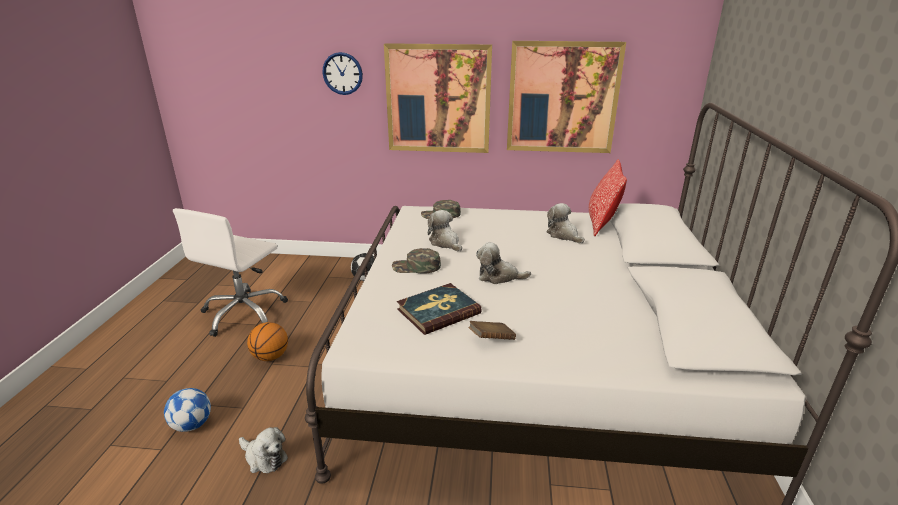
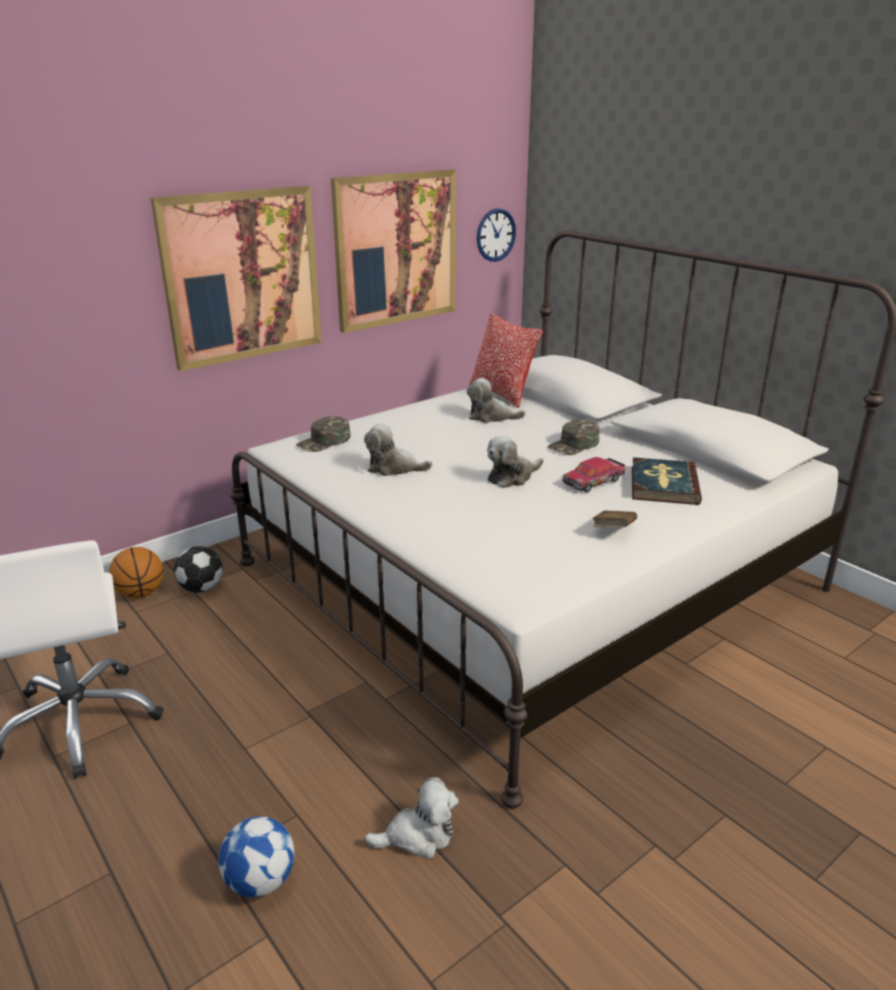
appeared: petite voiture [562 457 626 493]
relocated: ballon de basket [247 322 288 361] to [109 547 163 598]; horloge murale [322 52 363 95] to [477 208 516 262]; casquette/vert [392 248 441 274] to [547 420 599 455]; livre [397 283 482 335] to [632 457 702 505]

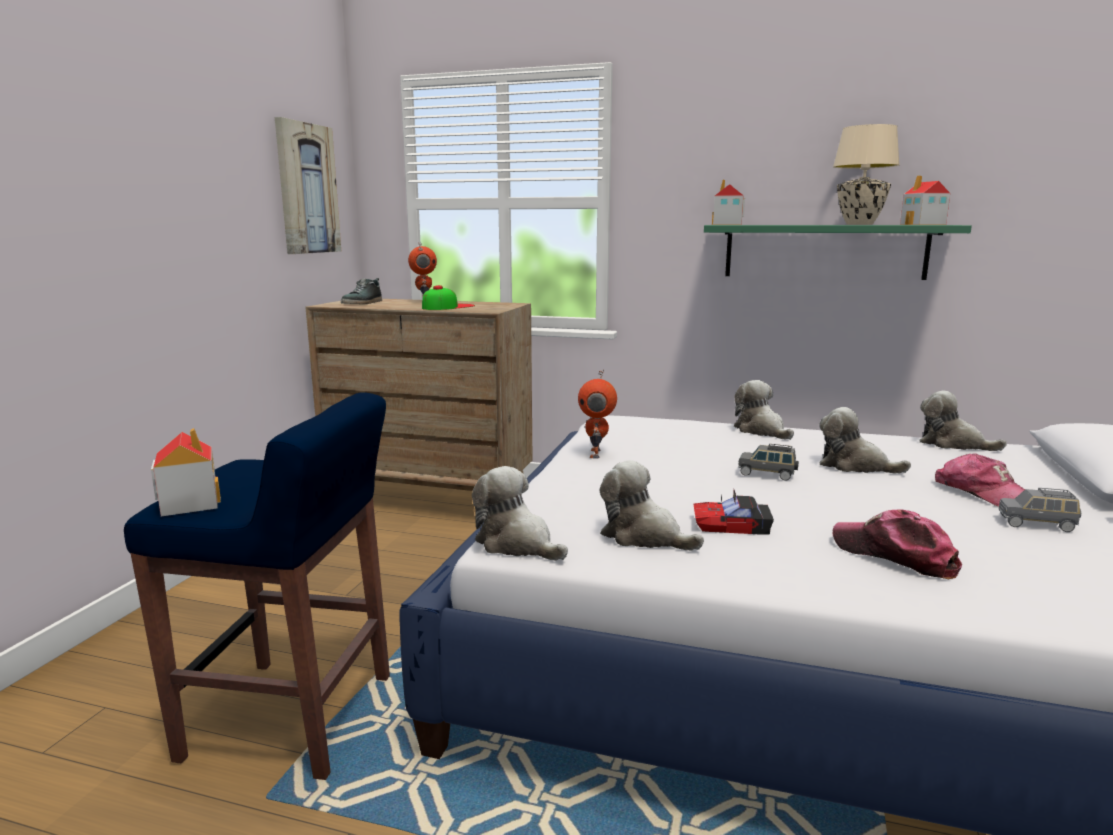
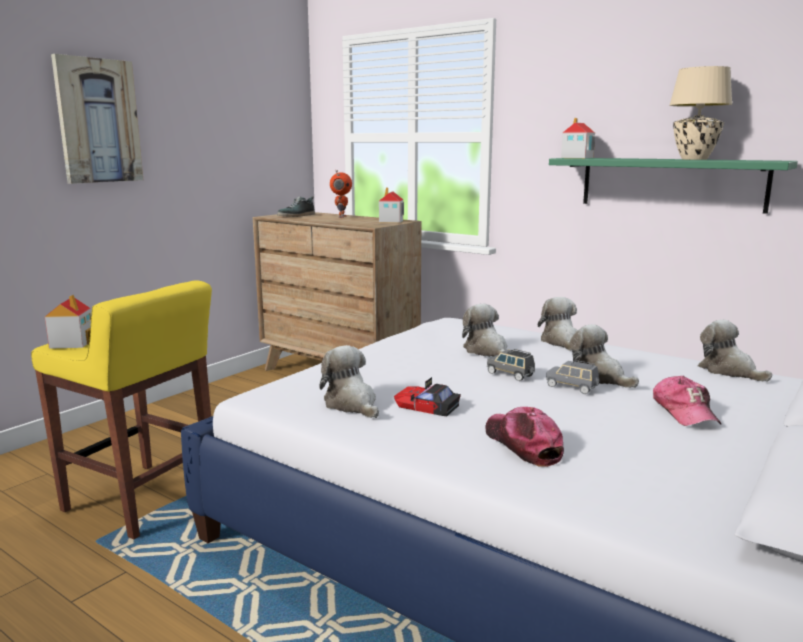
missing: casquette [422 285 475 310]; robot jouet [578 369 617 459]
relocated: tableau [275 117 341 254] to [51 54 143 184]; maison miniature [900 175 950 225] to [379 187 404 223]; peluche [472 466 568 561] to [462 304 507 357]; petite voiture/gris [998 488 1081 532] to [546 360 599 394]
colour: tabouret/bleu [124 392 390 780] to tabouret/jaune [31 280 212 539]

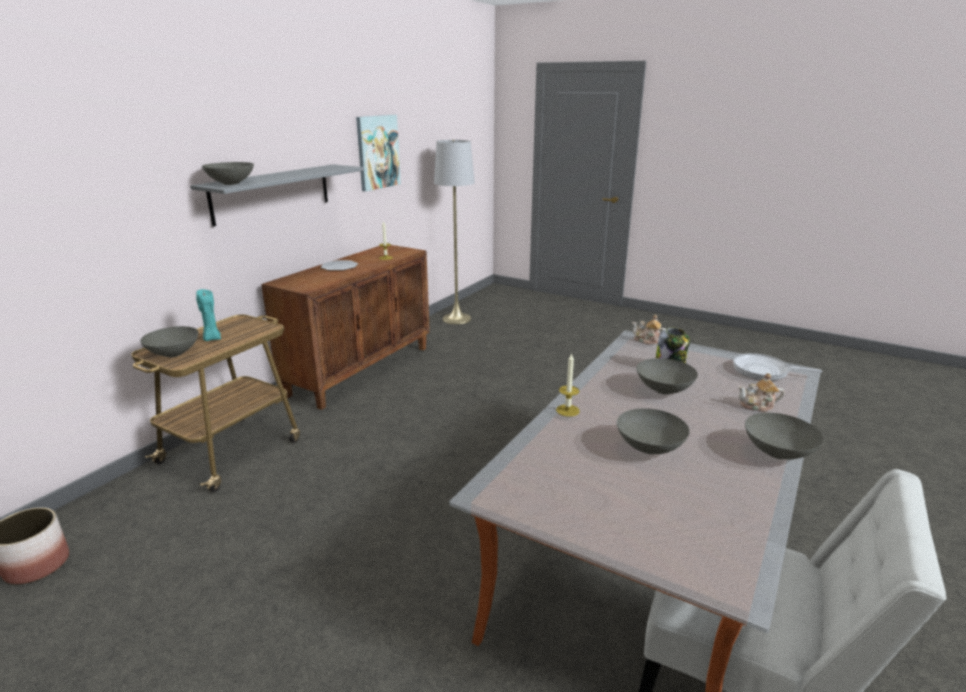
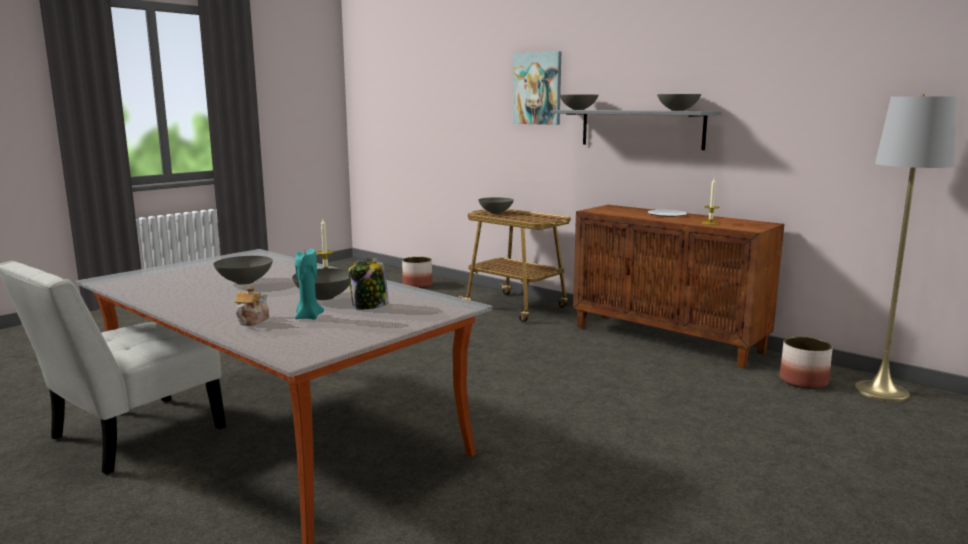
missing: théière [632 314 666 344]; poêle [733 353 822 381]
appeared: cache-pot [780 337 833 389]
relocated: bougie/turquoise [196 289 221 341] to [295 249 324 320]; tableau [356 115 401 191] to [513 51 561 125]; bol/gris [745 413 824 459] to [657 94 701 111]

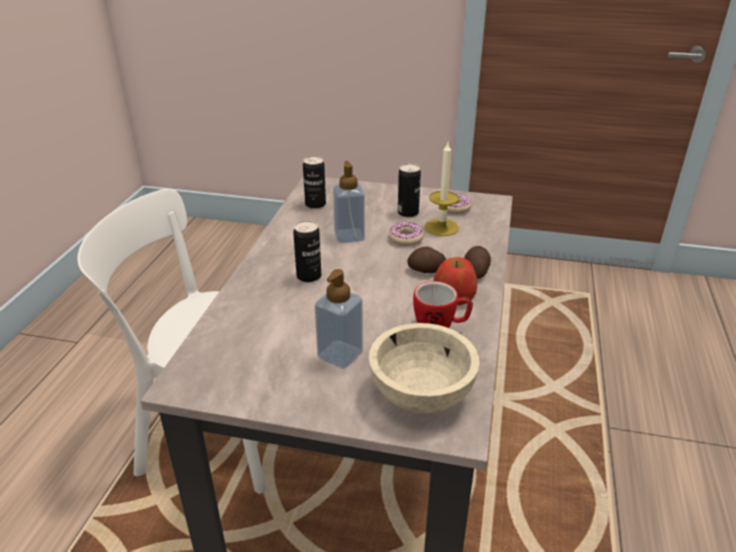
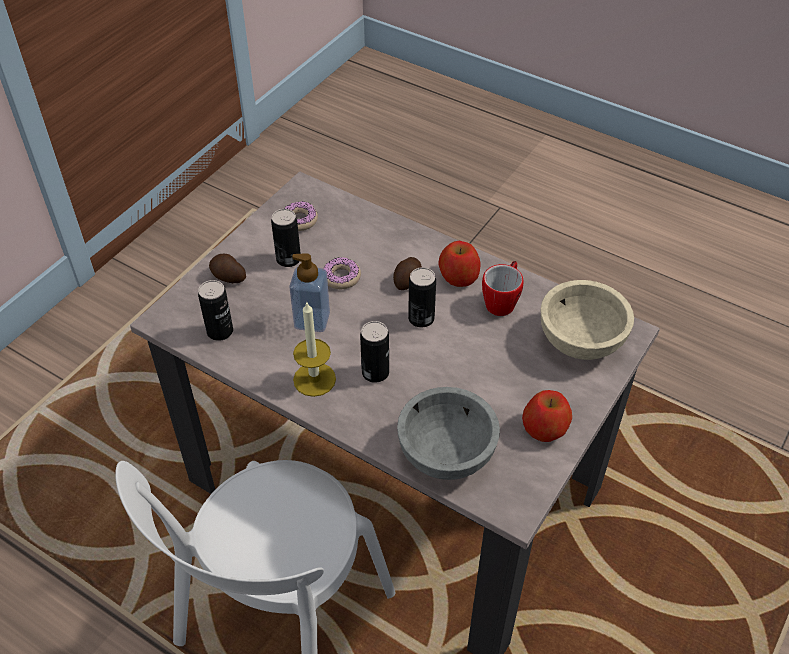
missing: distributeur de savon [315 269 363 369]
appeared: bol/gris [397 387 500 480]; boîte métallique [408 267 436 327]; pomme [522 390 572 442]
relocated: pomme de terre [464 246 491 279] to [209 254 246 283]; bougie [425 142 459 236] to [293 301 336 397]

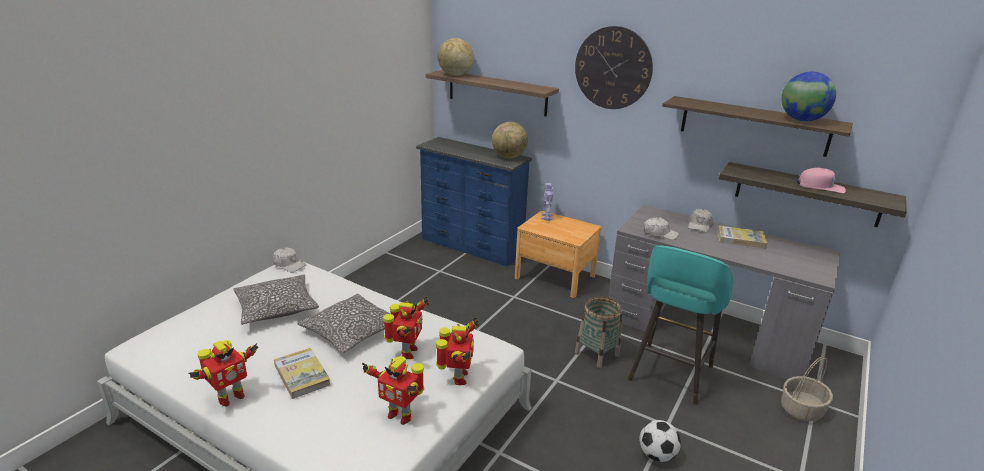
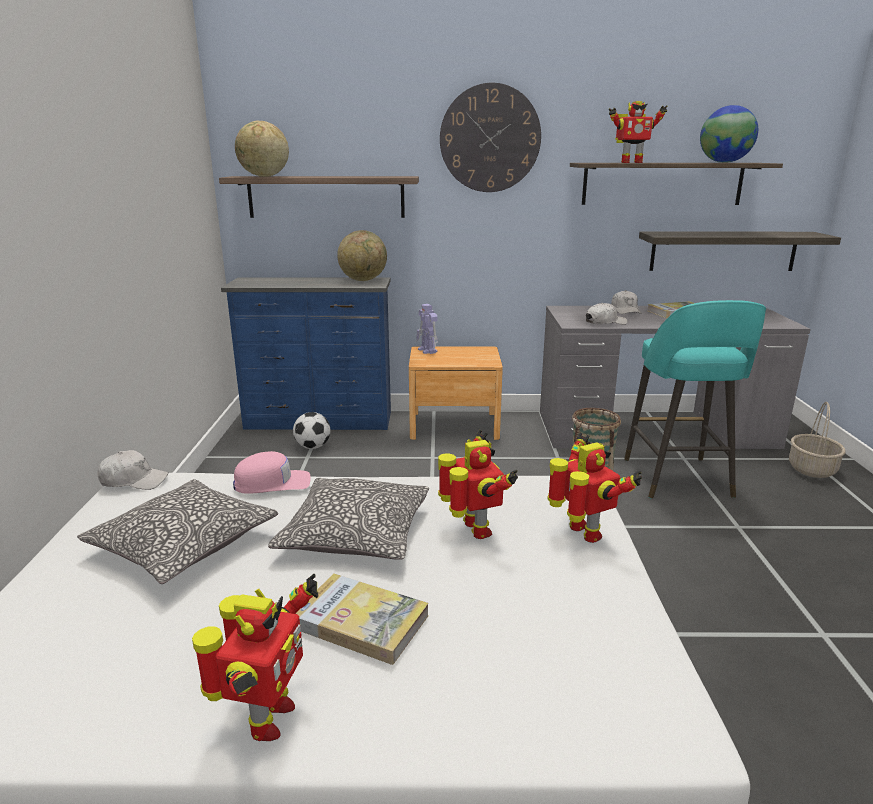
relocated: casquette/rose [797 168 846 193] to [233 451 310 494]; ballon de foot [639 420 681 462] to [293 412 331 449]; robot jouet [362 356 424 425] to [609 101 668 163]

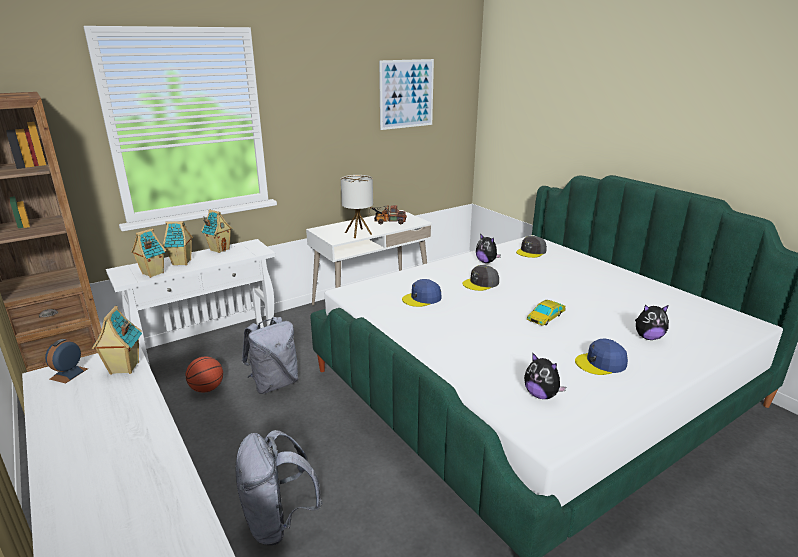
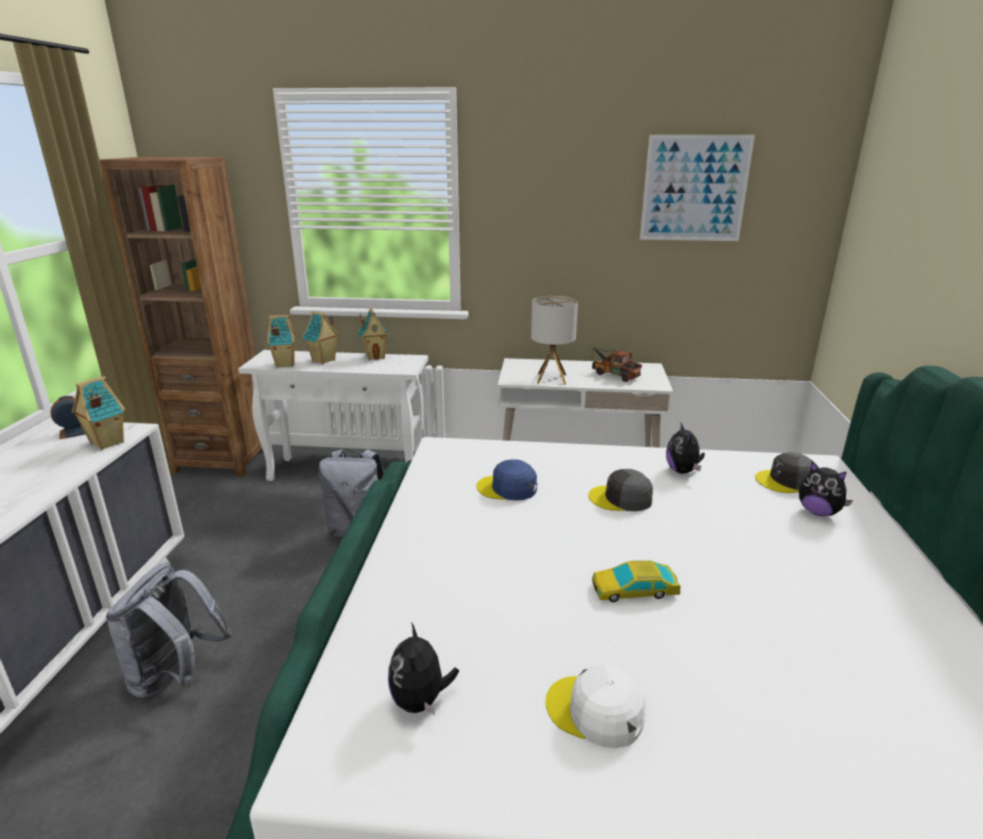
missing: ballon de basket [186 357 223 393]
relocated: peluche [635 305 669 340] to [799 462 853 516]
colour: casquette/bleu [575 339 628 375] to casquette/blanc [546 665 646 748]

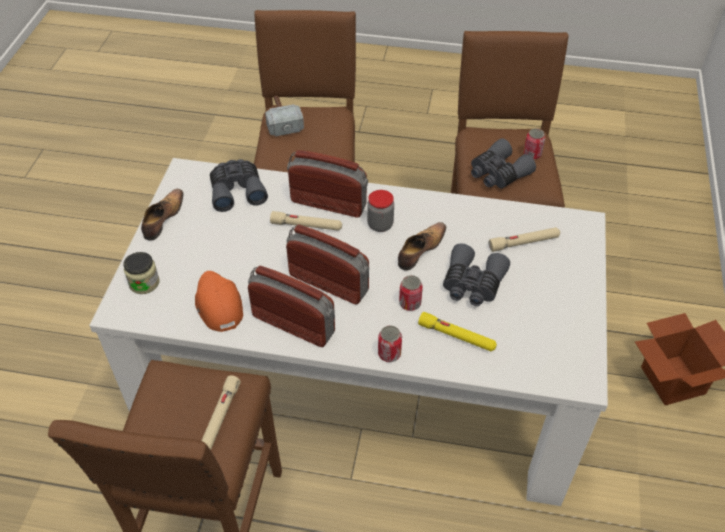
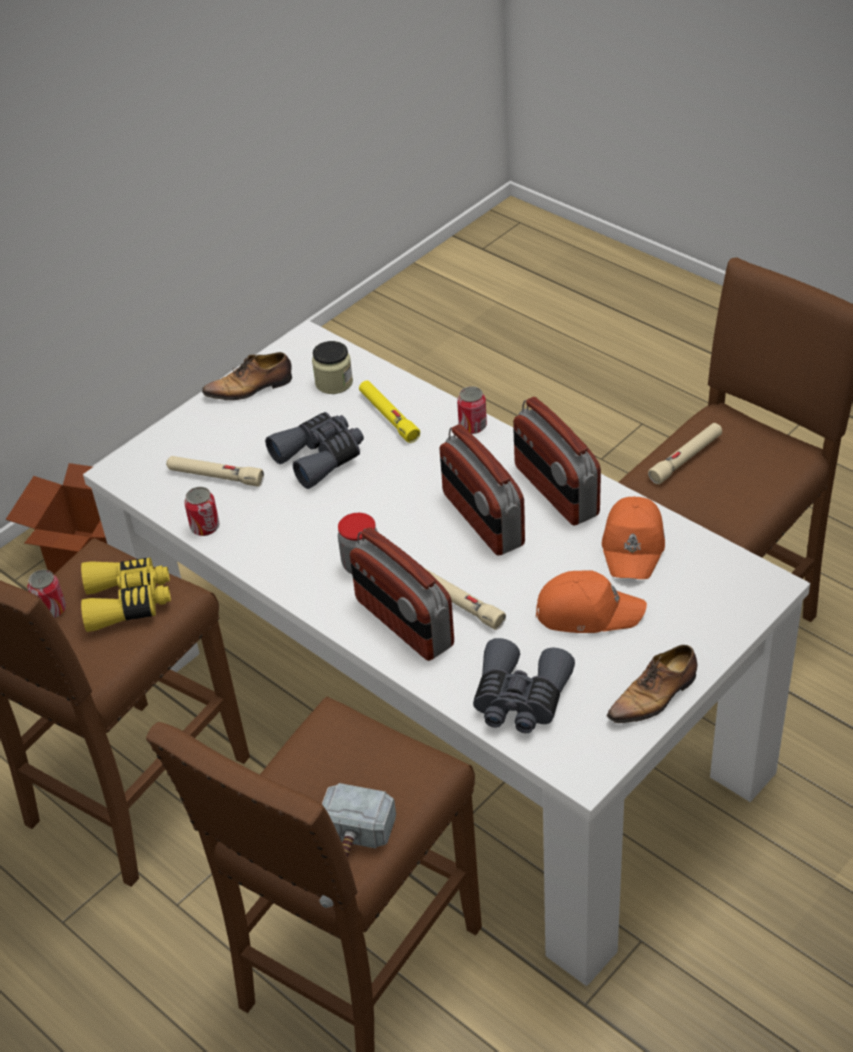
appeared: casquette/orange [536 570 647 633]
relocated: boîte métallique [399 275 423 311] to [184 487 219 536]; chaussure [398 222 446 271] to [202 352 292 400]; bocal [123 252 160 294] to [312 341 353 394]
colour: jumelles/gris [471 138 536 188] to jumelles/jaune [81 558 171 632]

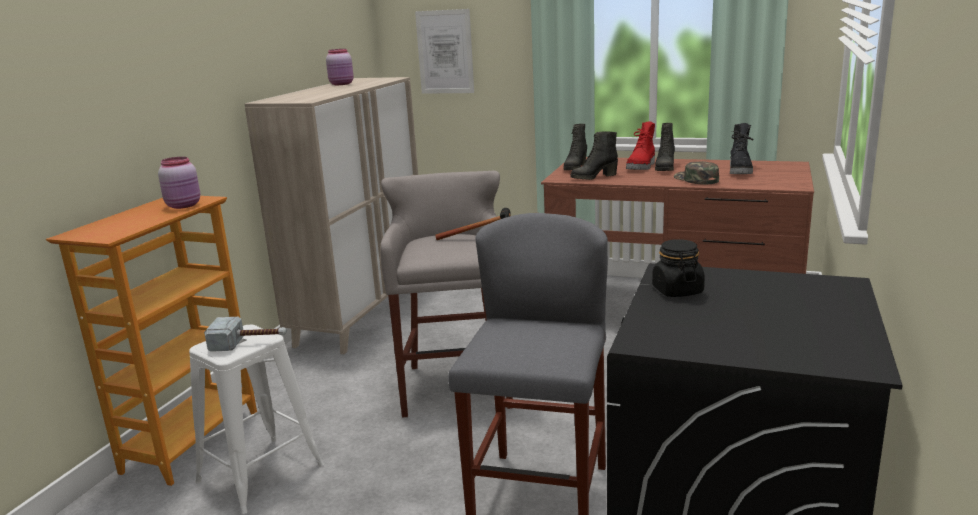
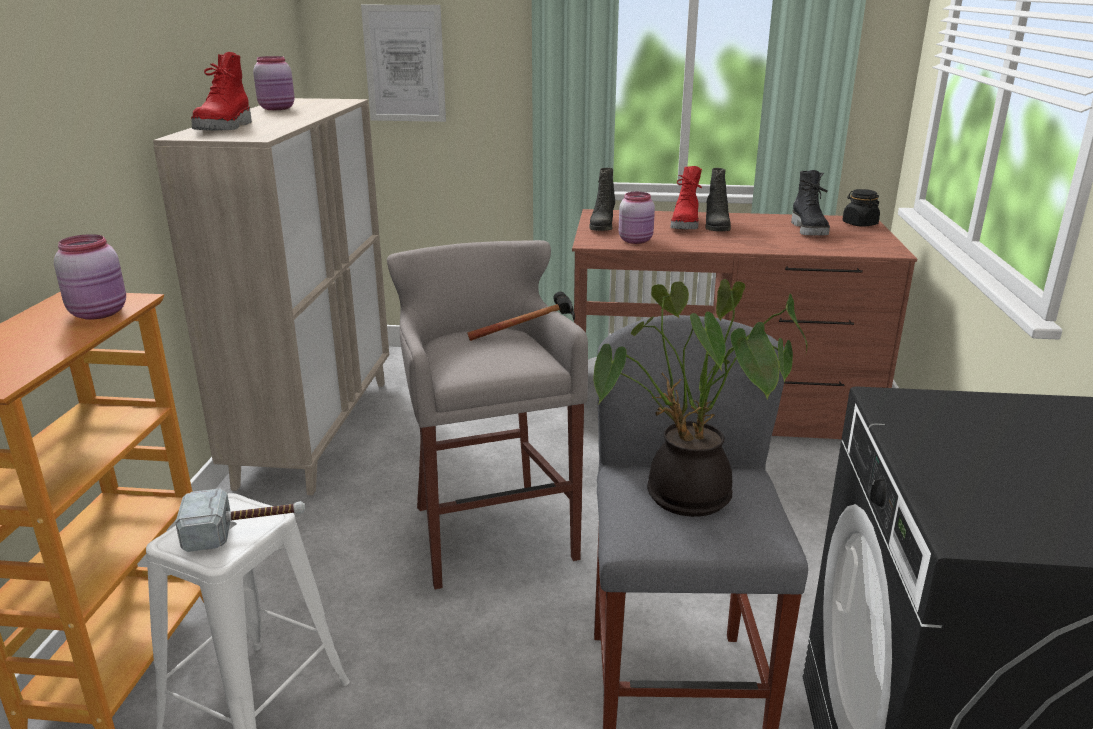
missing: casquette/vert [674 161 719 184]
appeared: botte/rouge [191 52 252 130]; plante en pot [593 279 808 517]
relocated: bocal/noir [652 239 705 297] to [842 189 880 227]
exchanged: botte/noir [570 131 618 180] to bocal/rose [619 192 655 244]

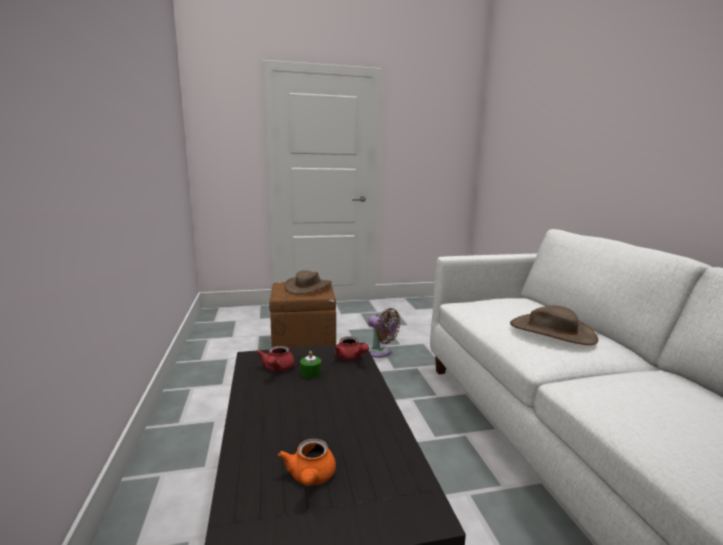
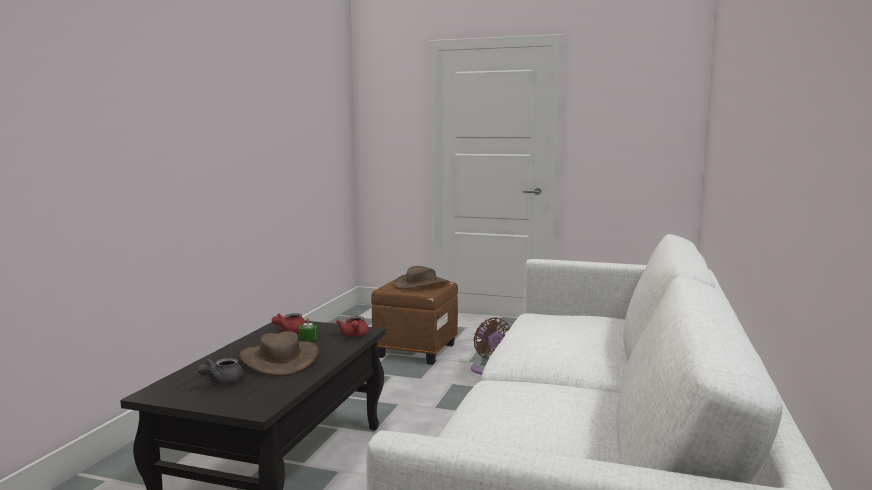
relocated: chapeau/marron [510 305 599 345] to [240 331 318 376]
colour: théière/orange [278 439 336 486] to théière/gris [198 358 245 385]

